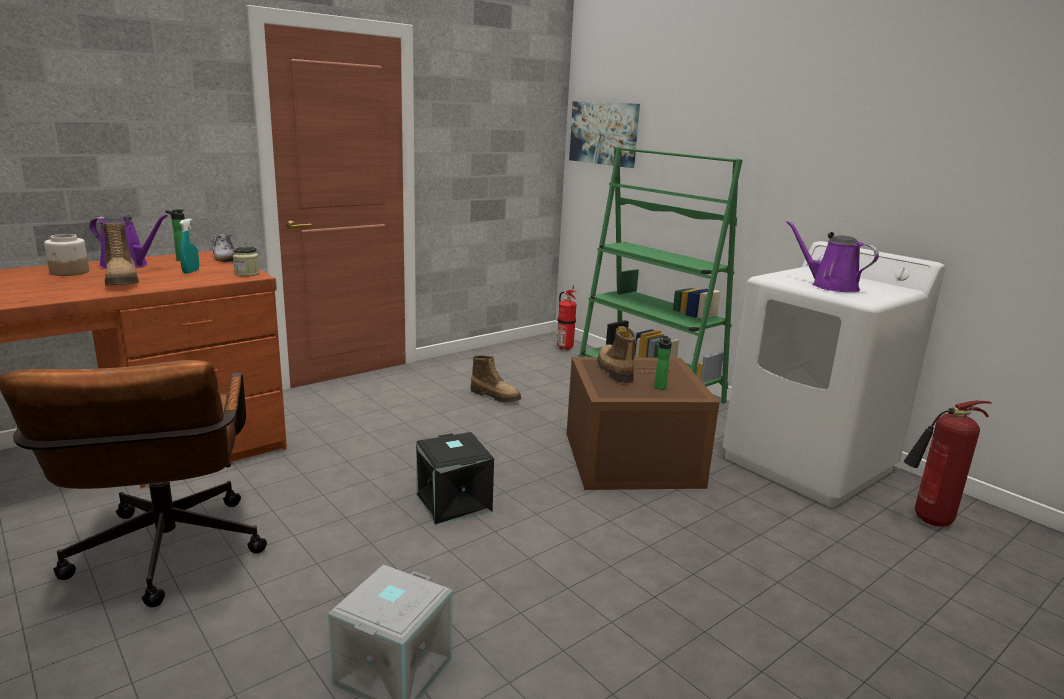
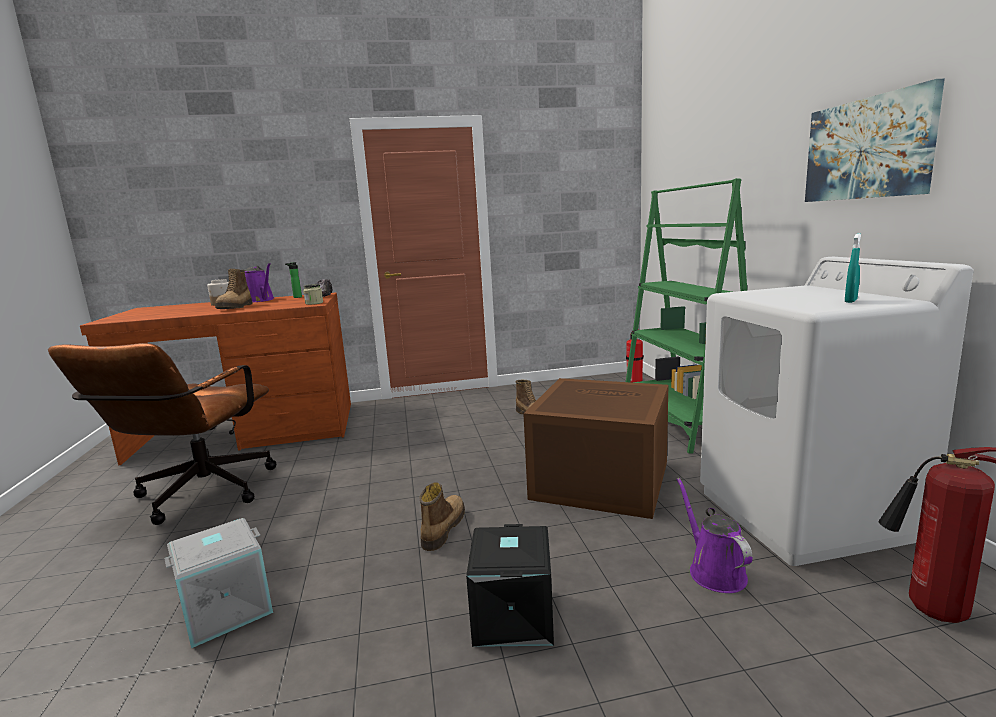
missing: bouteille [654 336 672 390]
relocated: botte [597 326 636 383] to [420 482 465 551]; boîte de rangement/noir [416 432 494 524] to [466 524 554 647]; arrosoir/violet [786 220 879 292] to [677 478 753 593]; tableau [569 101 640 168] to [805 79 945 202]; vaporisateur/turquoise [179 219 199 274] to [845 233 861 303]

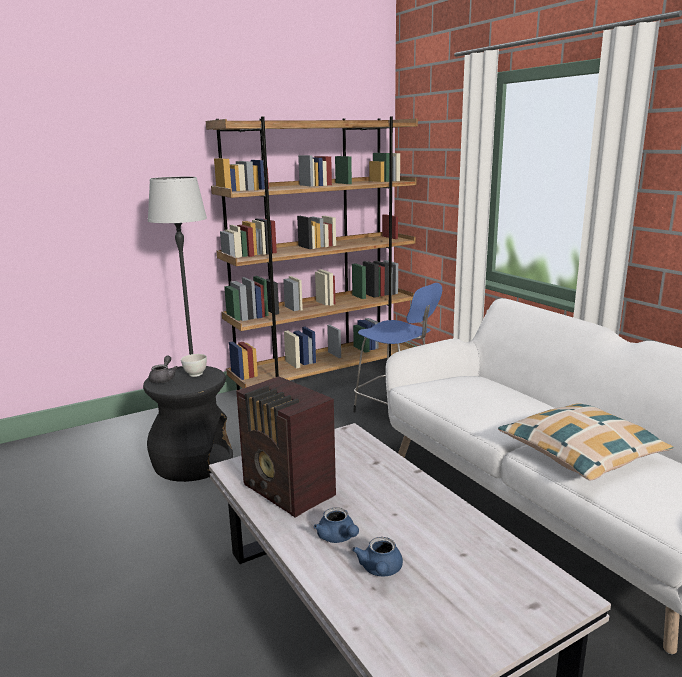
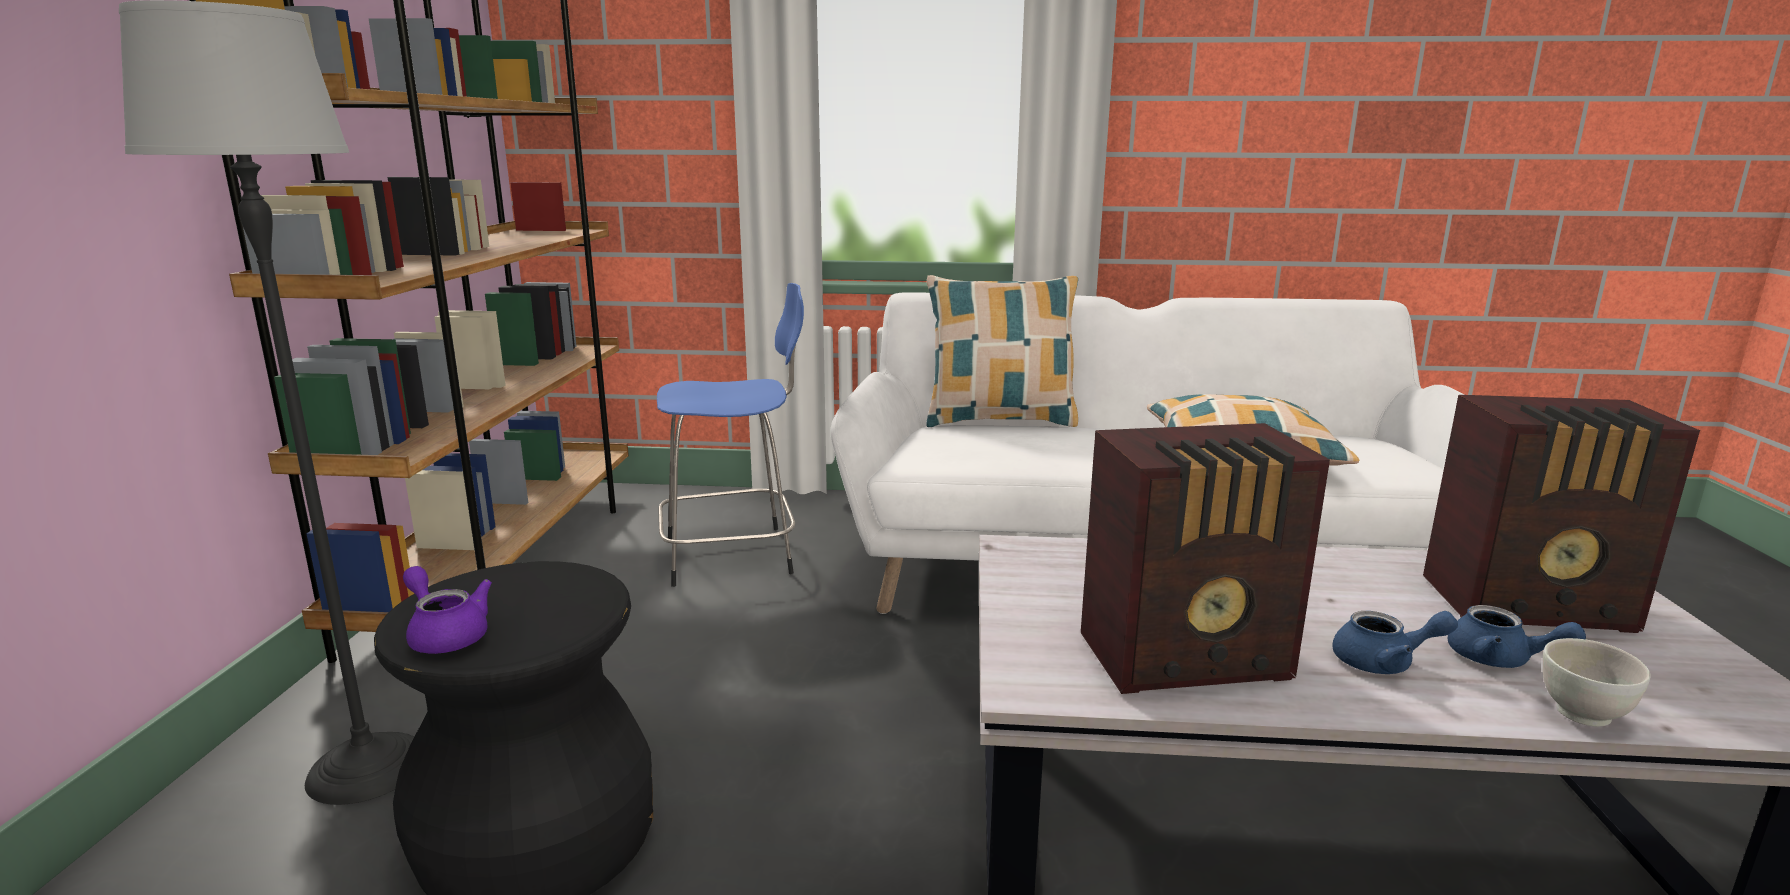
appeared: coussin [926 275 1078 427]; radio [1423 395 1700 633]
relocated: bol/blanc [181 354 207 377] to [1543 638 1651 727]
colour: théière/gris [149 356 178 383] to théière/violet [403 566 492 654]

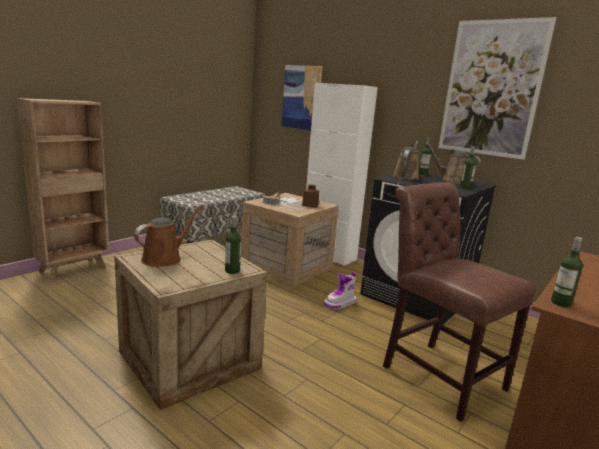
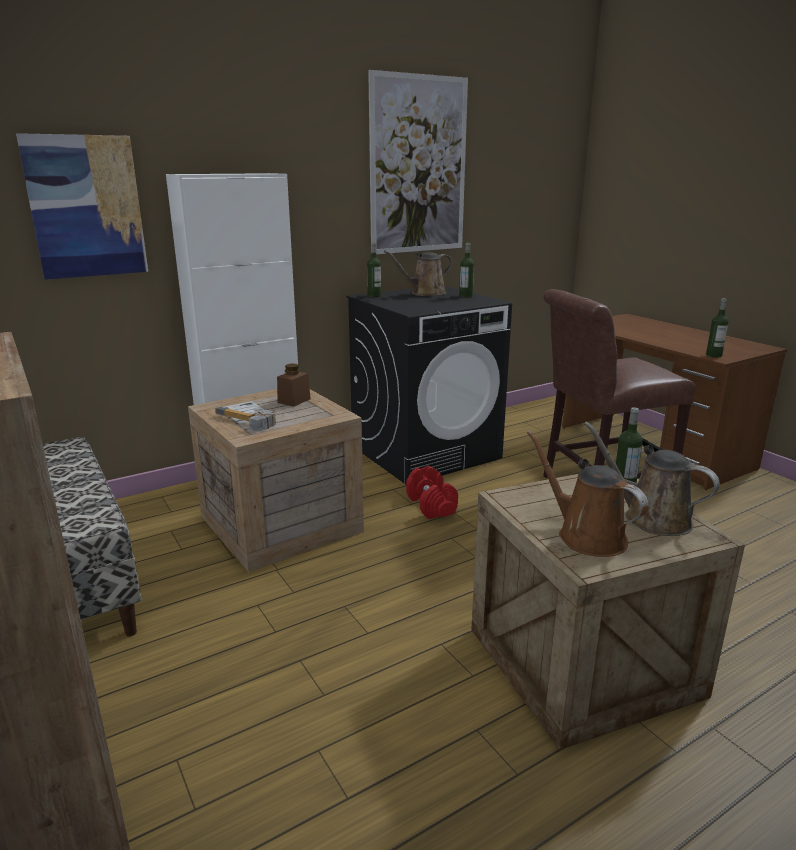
relocated: arrosoir/marron [392 141 419 180] to [584 422 720 536]
exchanged: botte [323 272 356 309] to haltère/rouge [406 466 458 519]

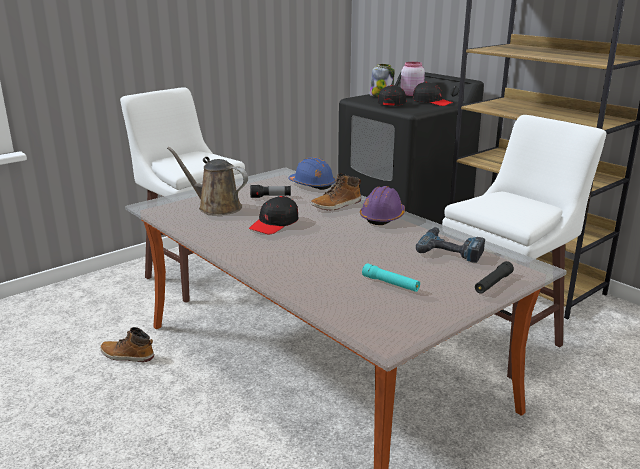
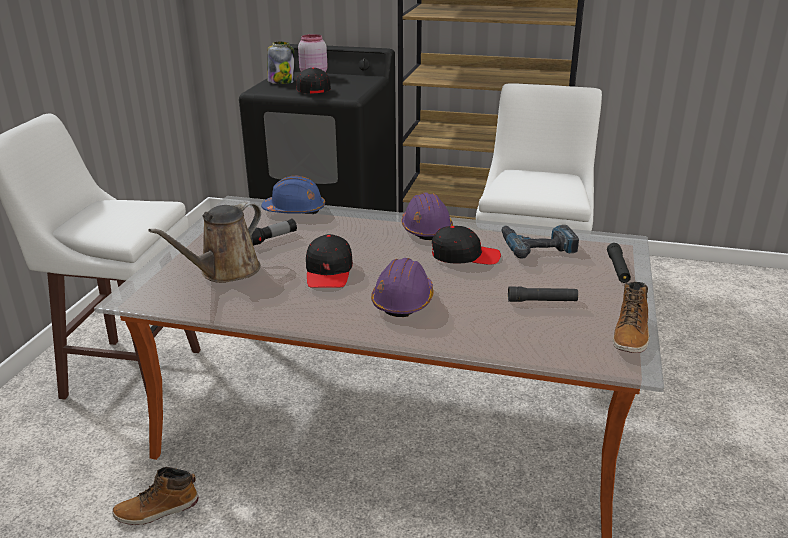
appeared: casque de chantier/violet [371 258 434 317]
relocated: casquette/noir [413 82 453 106] to [432 226 501 265]; botte [310 173 361 210] to [613 282 649 353]
colour: lampe de poche/turquoise [362 263 420 292] to lampe de poche/noir [508 286 578 302]
spun: arrosoir/marron [167 147 248 215] = [148 202 261 283] 45 degrees counterclockwise

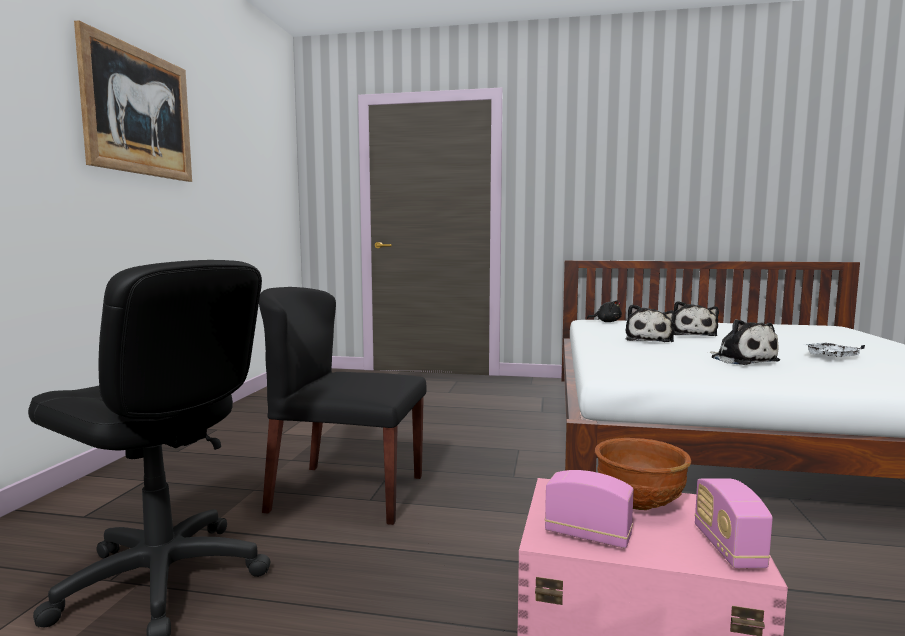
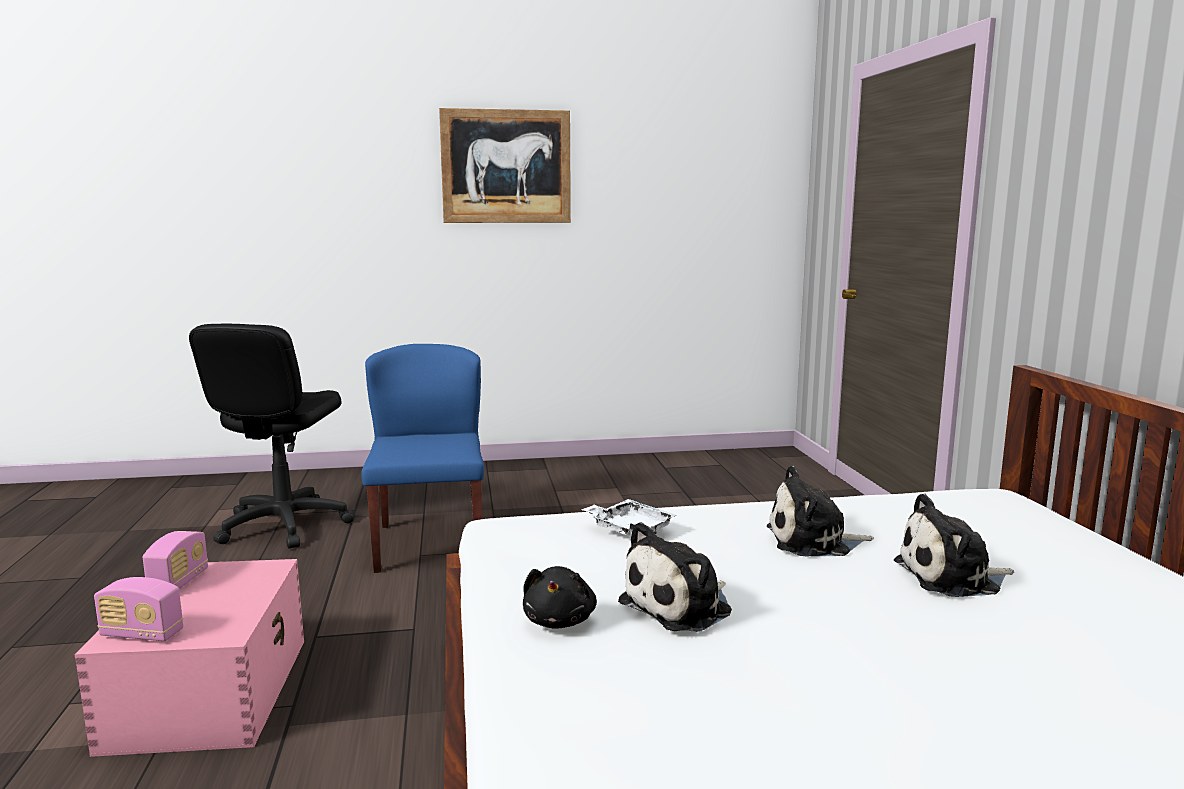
missing: bol/marron [595 438 691 510]
relocated: peluche/noir [587 300 622 322] to [523 566 597 628]; plateau/blanc [803 343 865 357] to [581 499 676 537]
colour: chaise/noir [259 287 427 525] to chaise/bleu [361 344 484 573]
spun: radio [695 478 773 568] = [94 577 183 641] 150 degrees counterclockwise

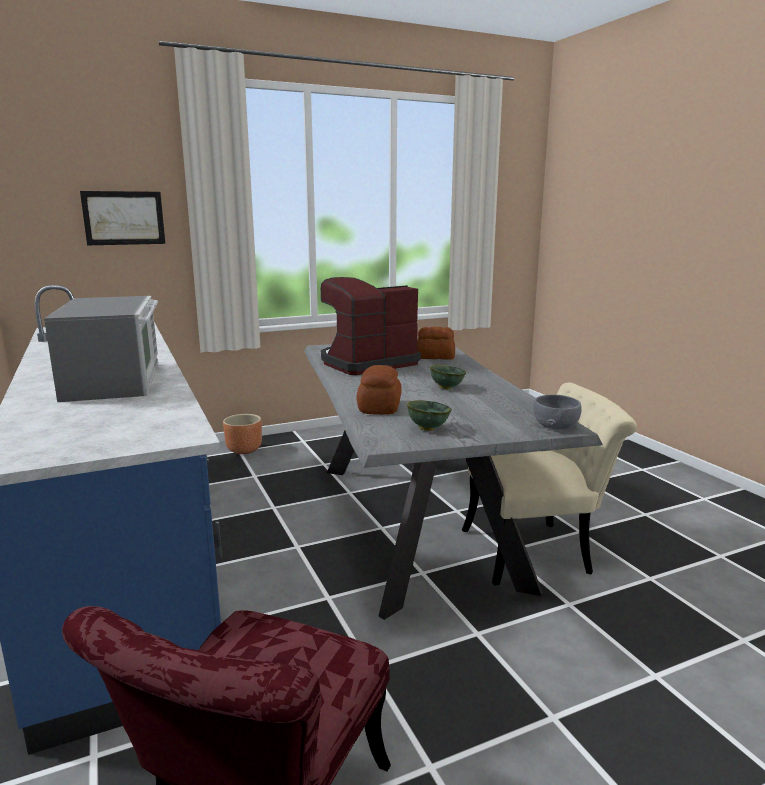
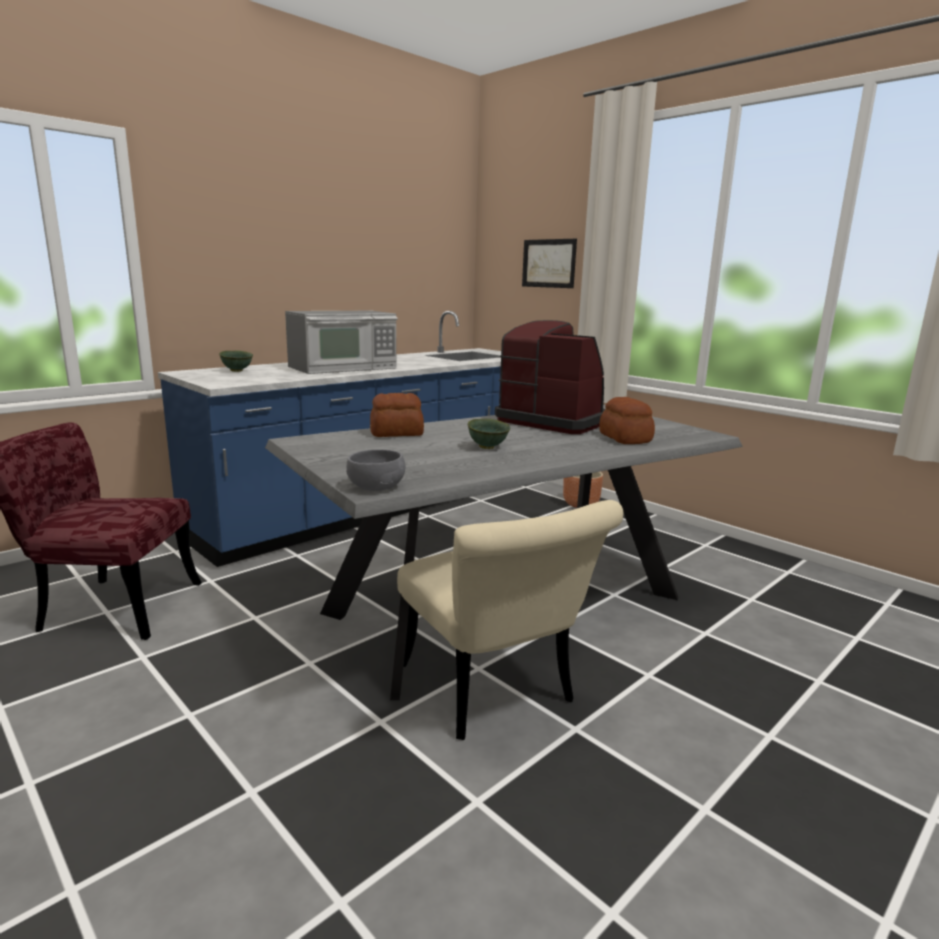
relocated: bol/vert [407 400 452 431] to [219 351 253 372]

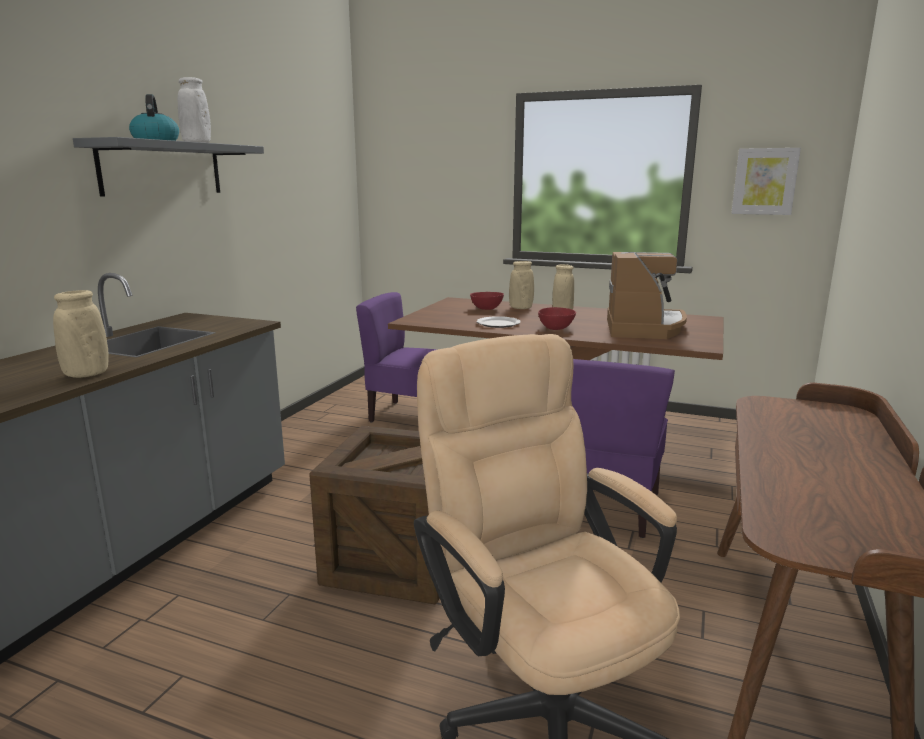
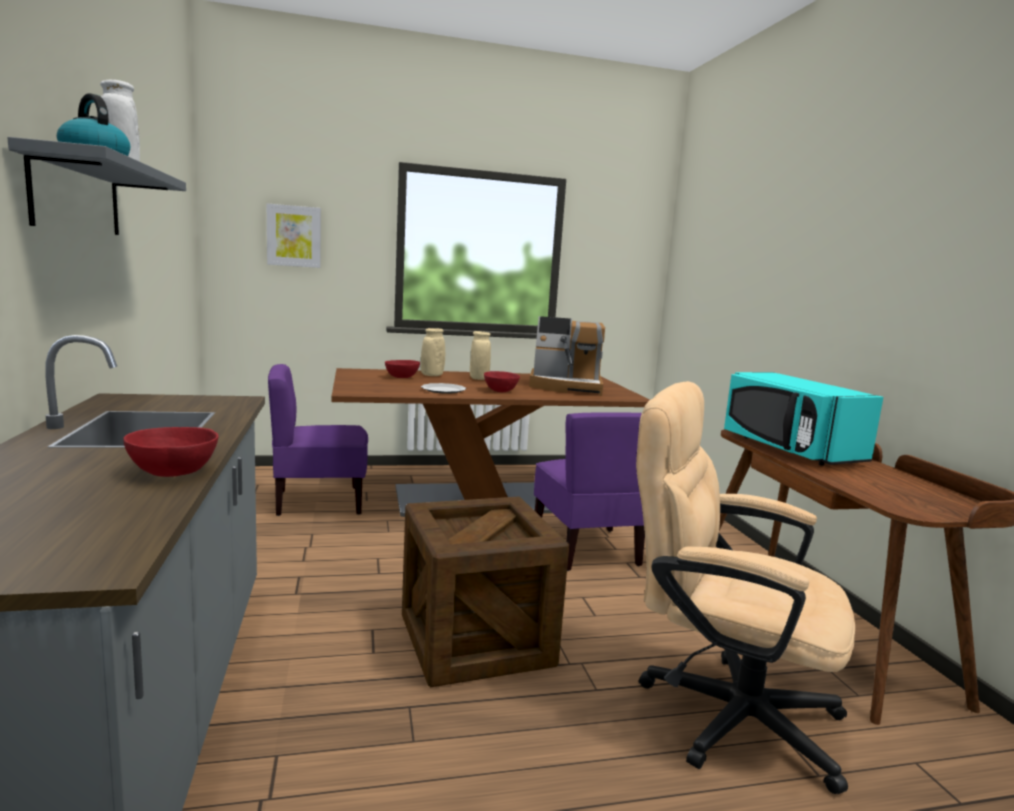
appeared: micro-ondes/turquoise [724 372 883 466]
relocated: tableau [731 148 801 215] to [267 204 321 268]
exchanged: vase/beige [53 290 108 378] to bol/rouge [123 427 218 477]
spun: machine à café [607 252 687 339] = [529 316 605 396] 120 degrees clockwise

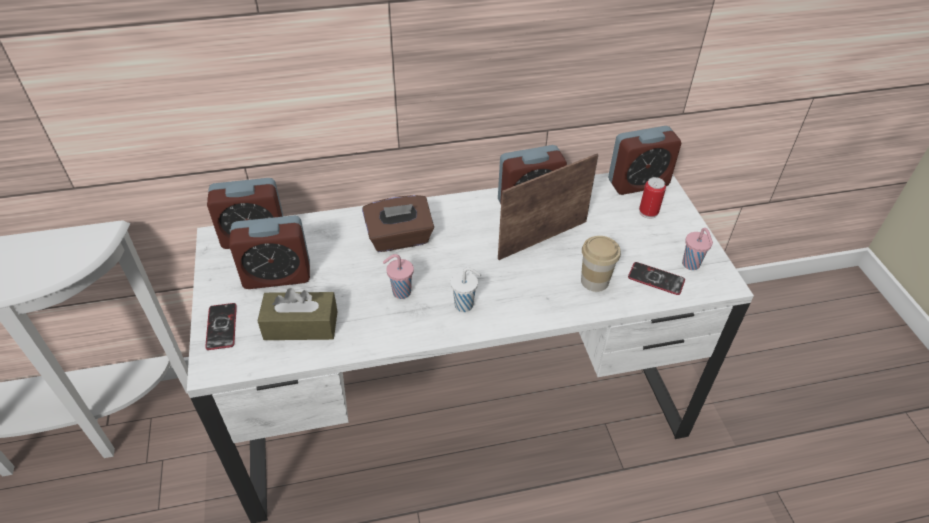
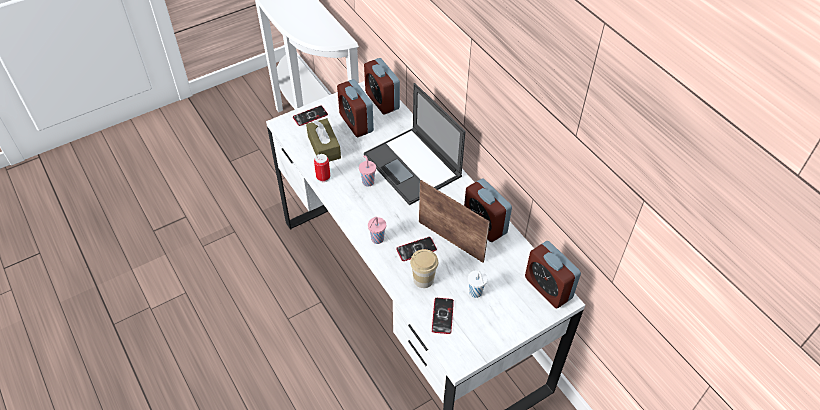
appeared: téléphone [396 237 437 261]
relocated: boîte métallique [639 177 666 219] to [314 154 330 182]; tasse/rose [682 228 713 270] to [368 217 386 244]; tasse/blanc [451 267 481 312] to [468 270 487 298]
exchanged: boîte à mouchoirs/marron [362 195 434 252] to ordinateur portable [364 83 466 205]

